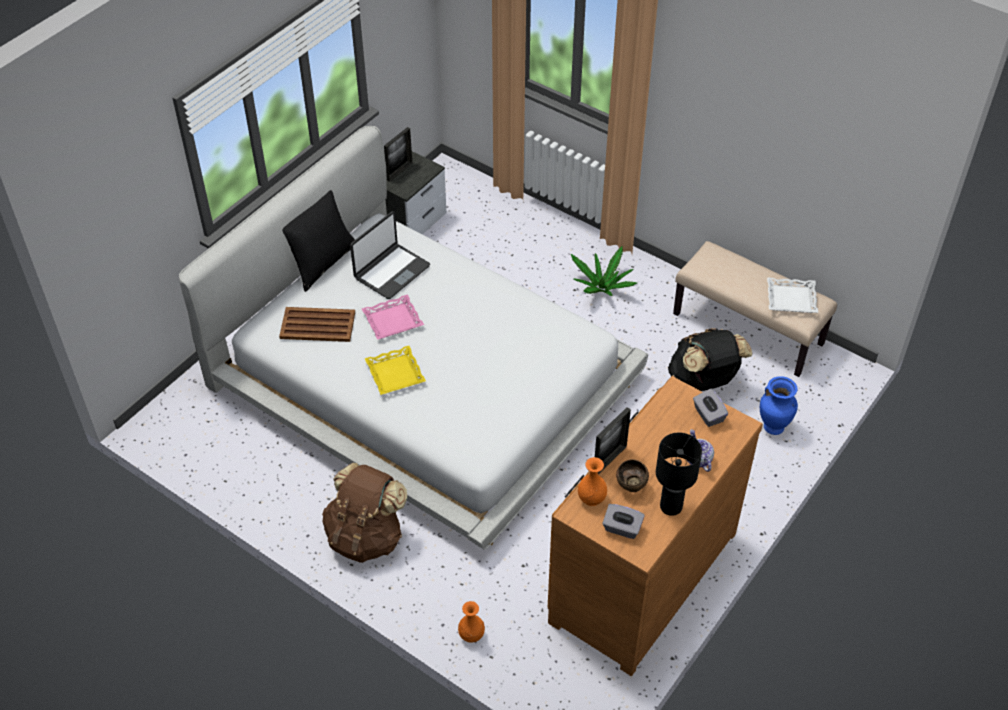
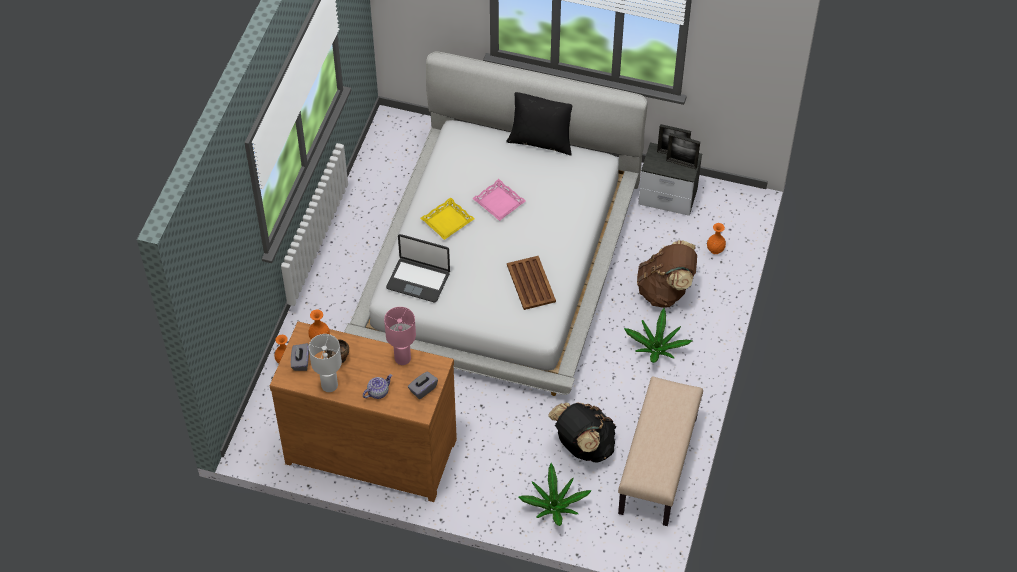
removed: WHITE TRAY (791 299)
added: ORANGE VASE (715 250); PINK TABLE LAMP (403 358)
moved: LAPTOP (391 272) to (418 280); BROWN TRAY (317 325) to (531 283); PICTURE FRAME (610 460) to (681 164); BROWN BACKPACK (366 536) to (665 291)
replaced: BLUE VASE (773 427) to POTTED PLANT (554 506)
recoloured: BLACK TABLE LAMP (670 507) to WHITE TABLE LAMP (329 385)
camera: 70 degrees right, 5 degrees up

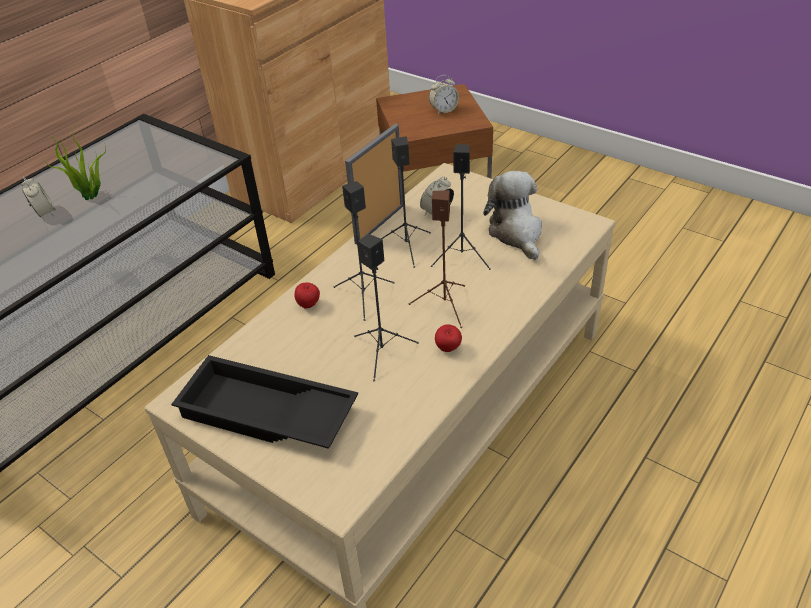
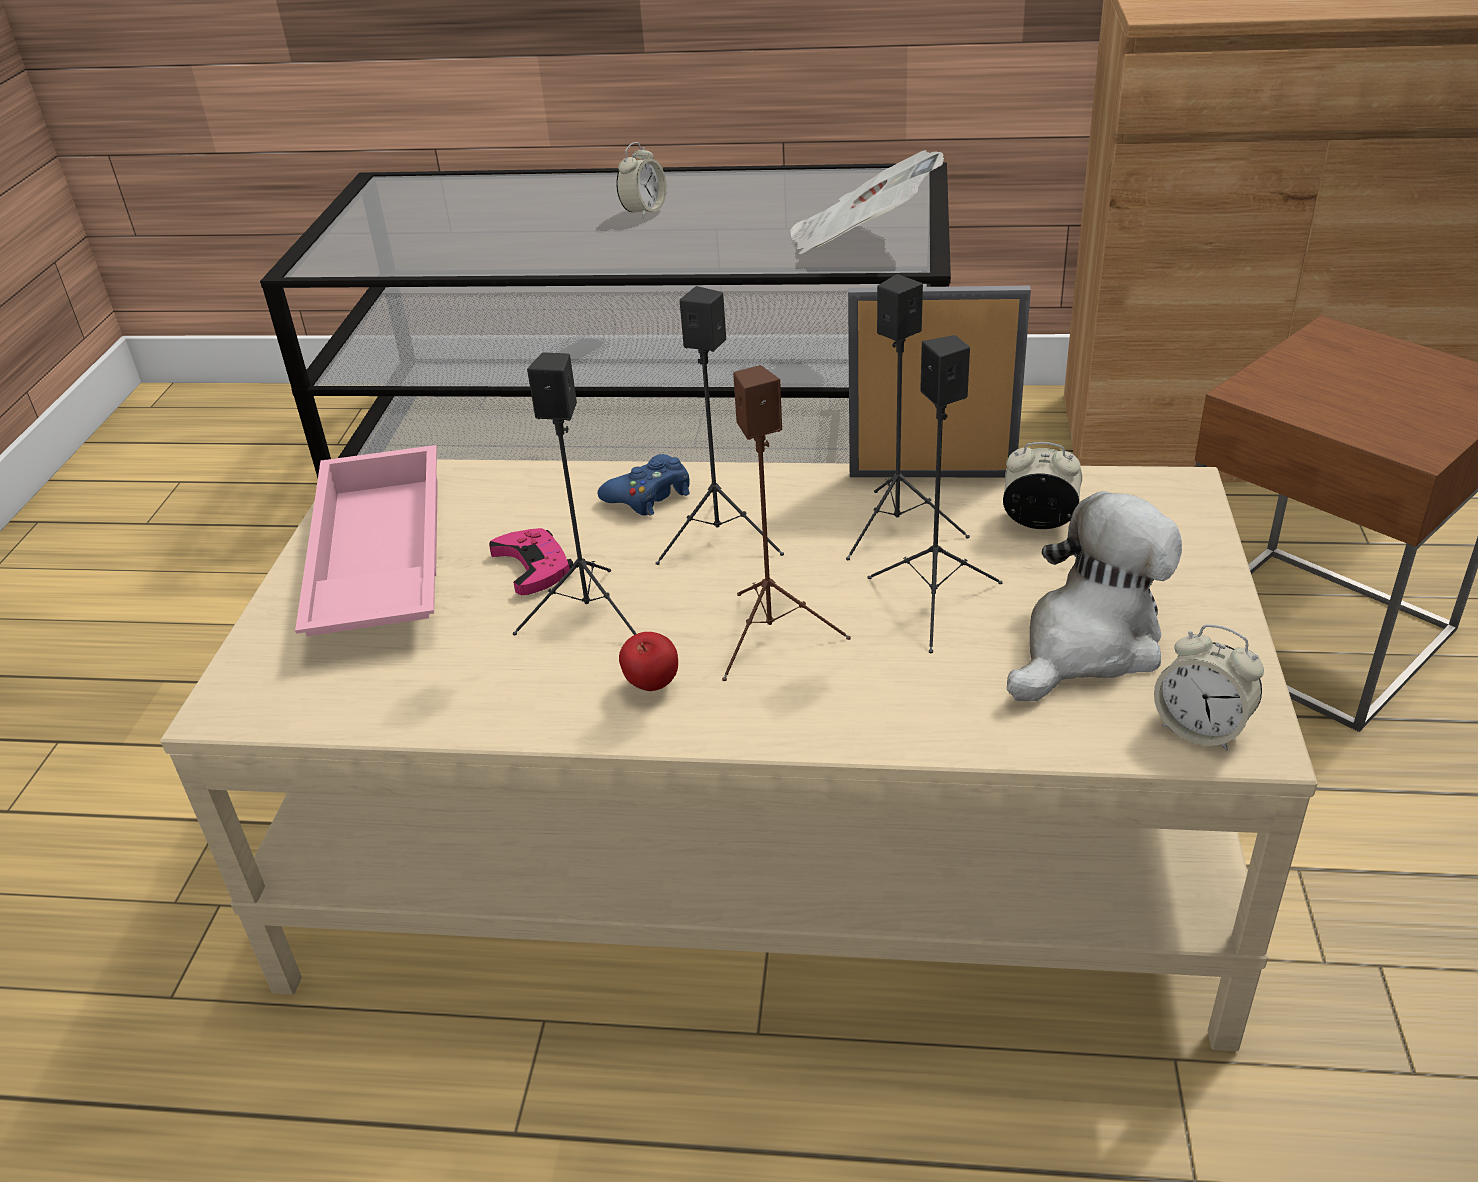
removed: POTTED PLANT (91 197)
added: NEWSPAPER (860 242); PINK GAME CONTROLLER (533 566)
moved: ALARM CLOCK (444 110) to (1200 729)
replaced: APPLE (309 305) to BLUE GAME CONTROLLER (649 495)
recoloured: BLACK TRAY (265 415) to PINK TRAY (376 561)
camera: 60 degrees right, 5 degrees down

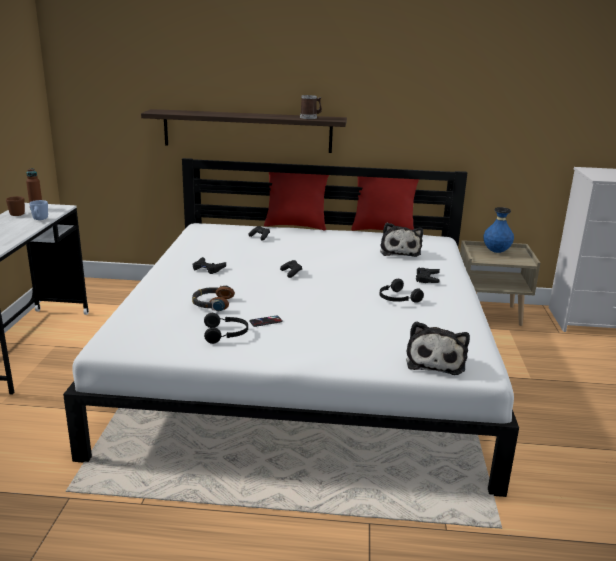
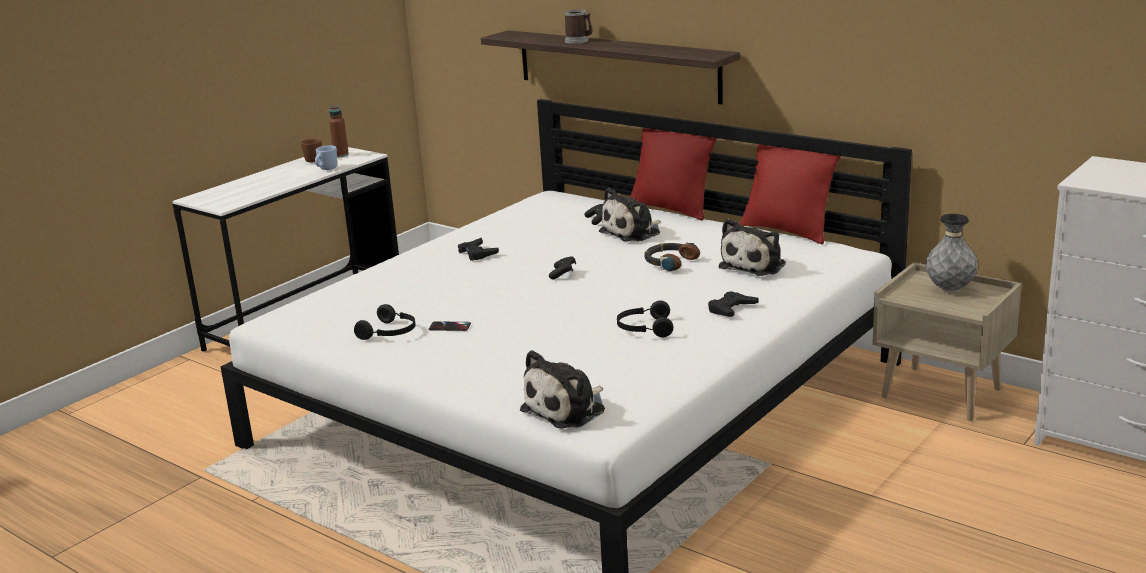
added: PLUSH TOY (633 232)
moved: MUG (310 117) to (579 41); HEADPHONES (212 303) to (669 262)
recoloured: BLUE VASE (496 252) to GREY VASE (950 289)
camera: 35 degrees right, 0 degrees up

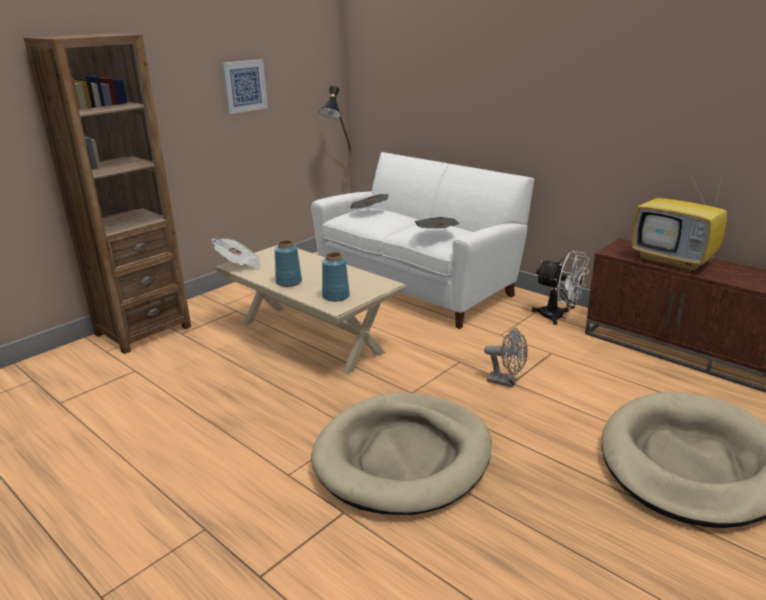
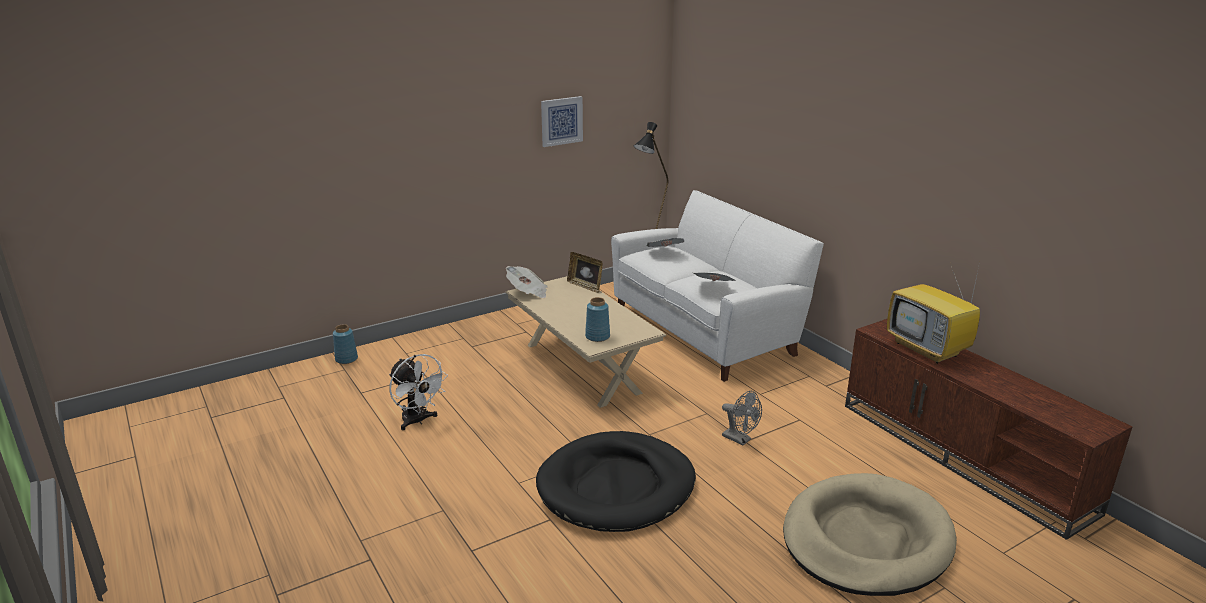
removed: BROWN BOOKCASE (143 330)
added: PICTURE FRAME (585 286)
moved: BLUE VASE (288 282) to (346 359); WHITE FAN (558 317) to (418 421)
recoloured: BEIGE DOG BED (403 457) to BLACK DOG BED (616 486)
camera: 15 degrees right, 0 degrees up

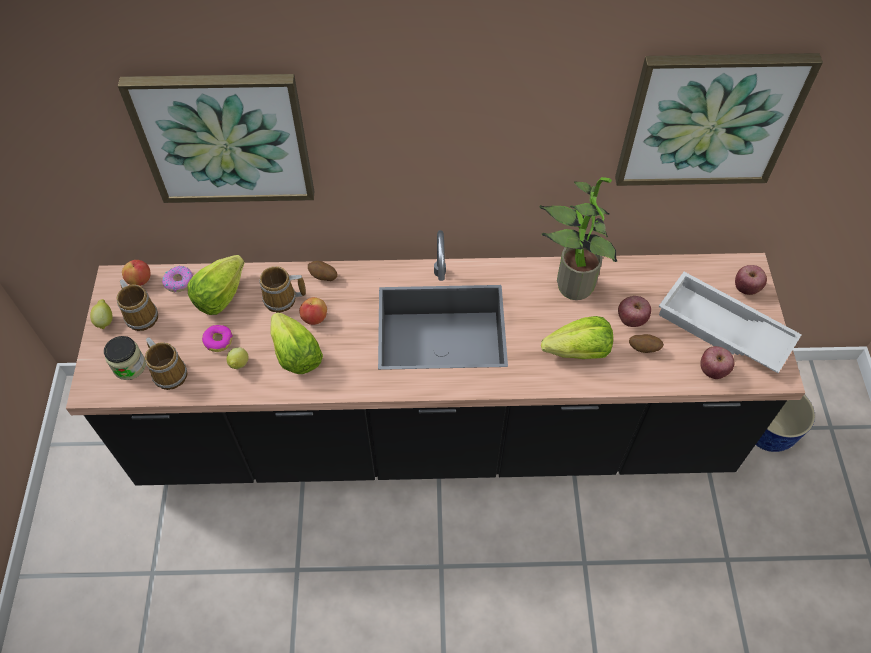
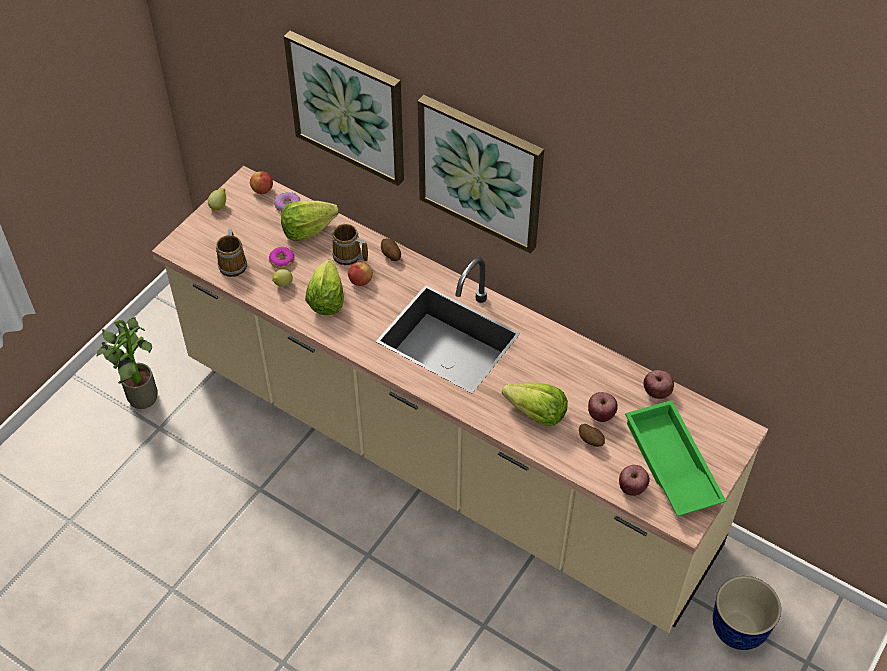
removed: MUG (142 315); JAR (129 366)
moved: PICTURE (709 119) to (481 172); POTTED PLANT (569 286) to (139 395); APPLE (746 288) to (657 392)
recoloured: BLACK COUNTER (435 434) to BEIGE COUNTER (443 455); WHITE TRAY (722 330) to GREEN TRAY (669 464)
camera: 35 degrees right, 5 degrees down

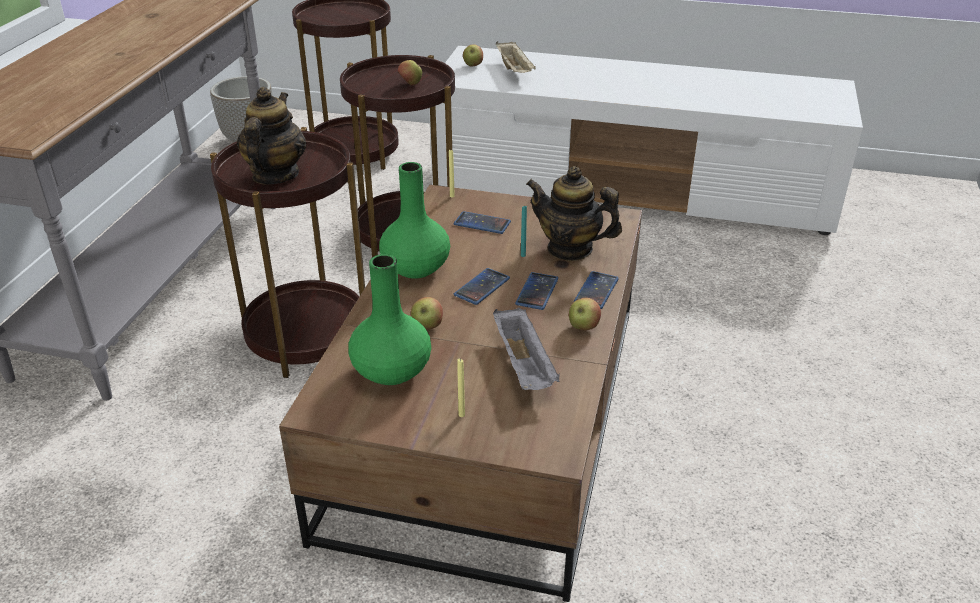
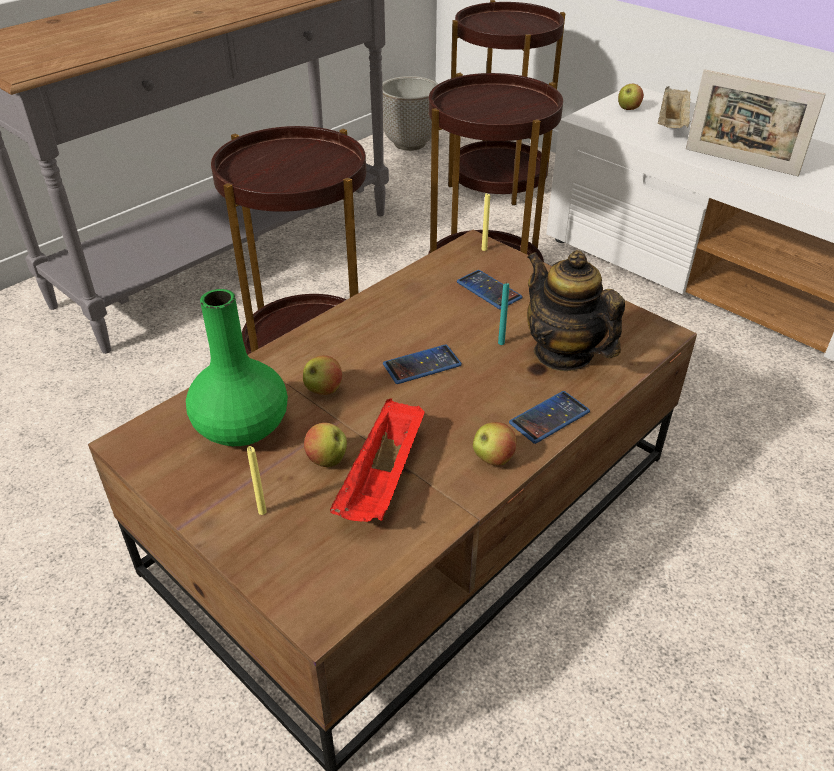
removed: TEAPOT (275 175); GREEN VASE (415 267); PHONE (537 291)
added: PICTURE FRAME (740 162)
moved: APPLE (410 84) to (327 460)
recoloured: GREY TRAY (524 366) to RED TRAY (382 480)
camera: 30 degrees right, 5 degrees up

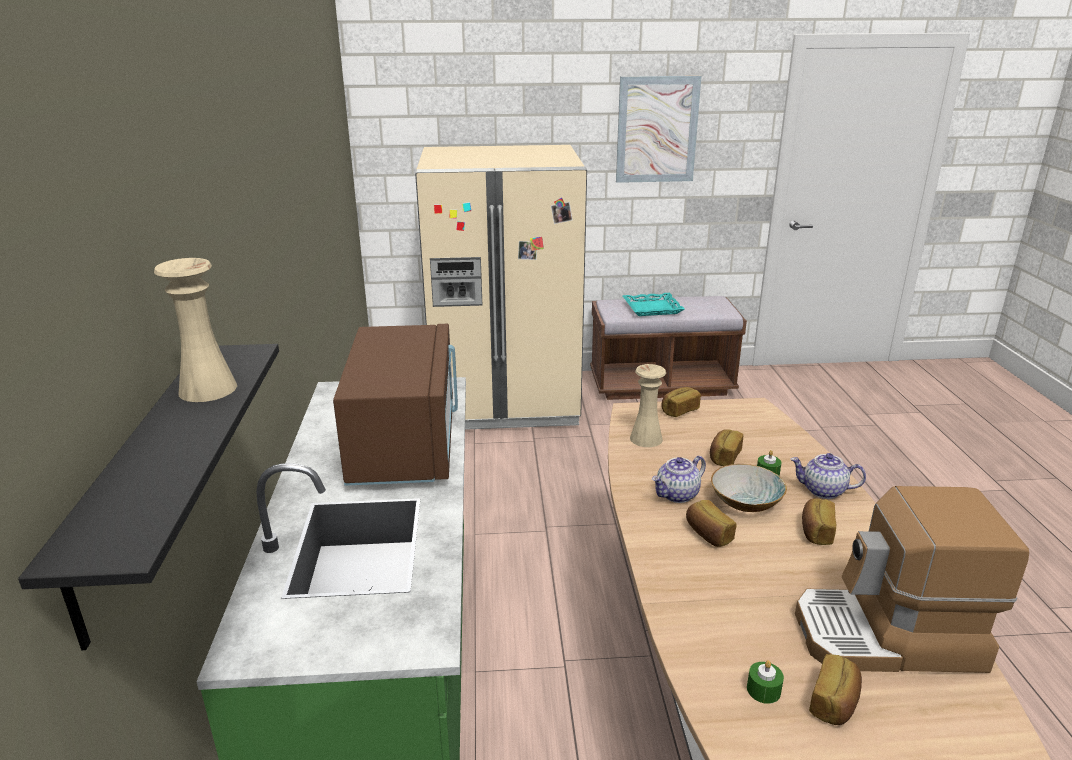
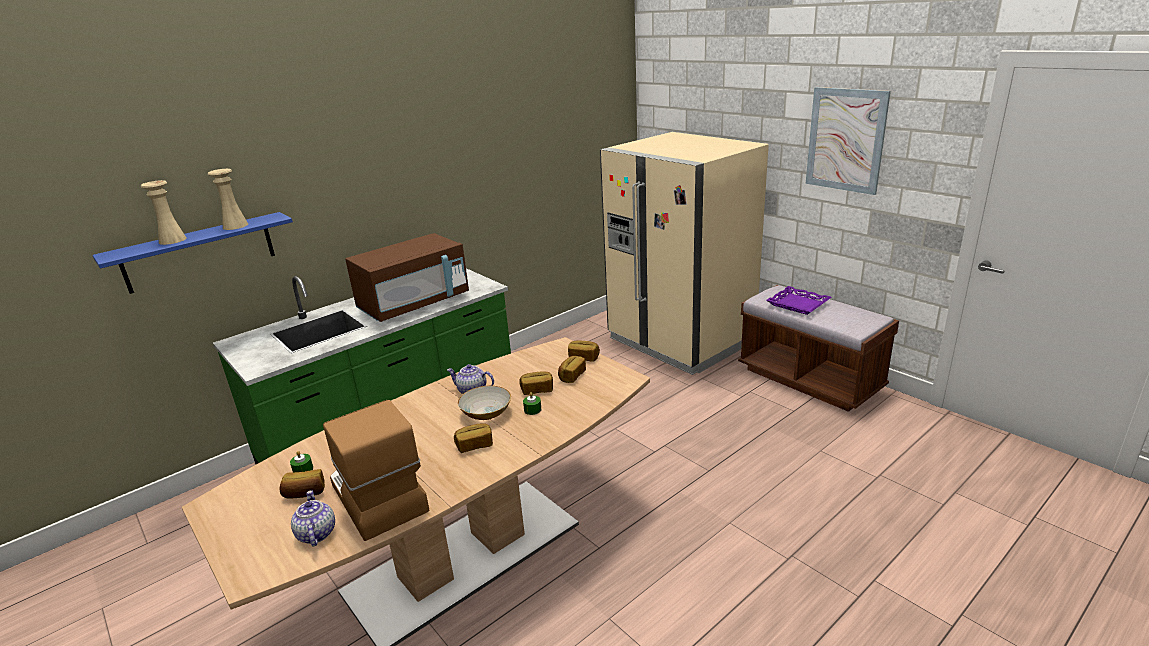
moved: BEIGE VASE (646 439) to (172 240); TEAPOT (823 491) to (316 533); BREAD (708 534) to (571 376)
recoloured: TURQUOISE TRAY (652 308) to PURPLE TRAY (798 304); BLACK SHELF (144 481) to BLUE SHELF (199 252)
camera: 55 degrees right, 0 degrees up

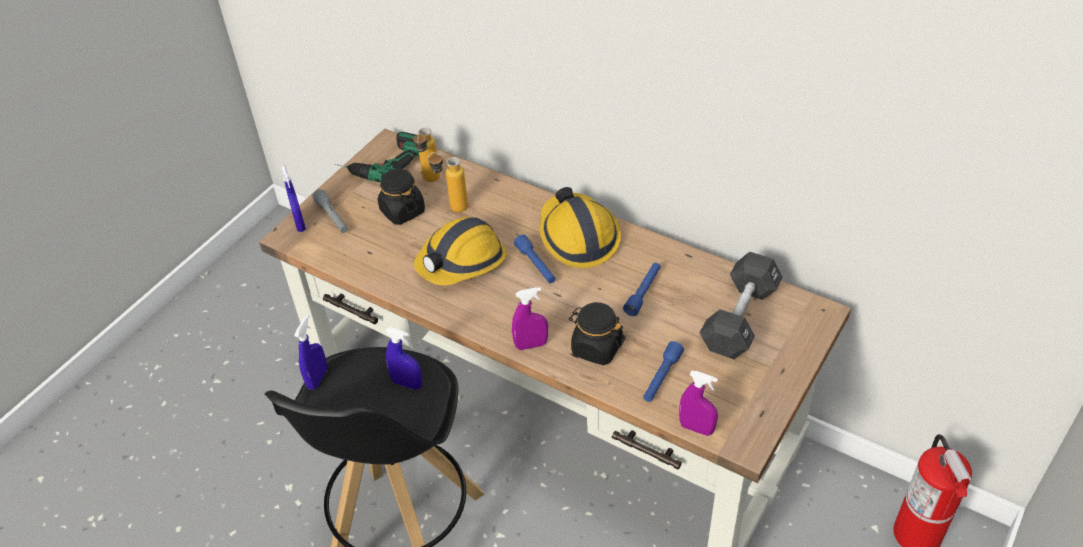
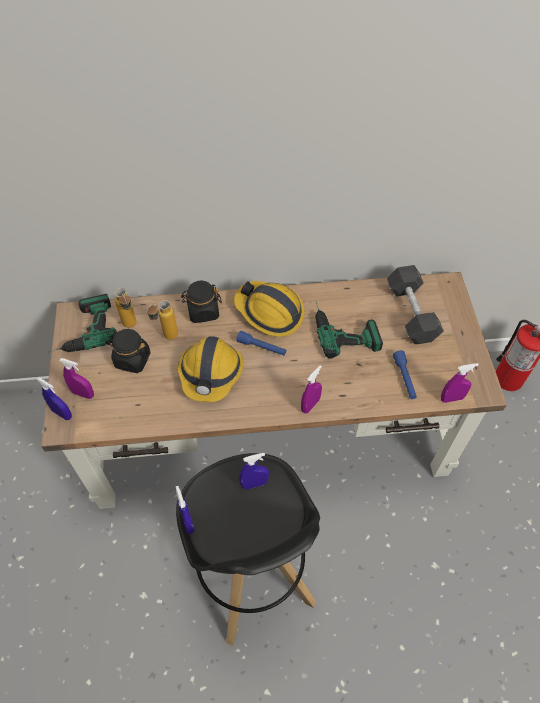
moved: BLACK JAR (596 348) to (203 311)
replaced: GREY FLASHLIGHT (332 217) to PURPLE SPRAY BOTTLE (83 393); BLUE FLASHLIGHT (643 293) to POWER DRILL (344 328)
camera: 40 degrees left, 10 degrees up

